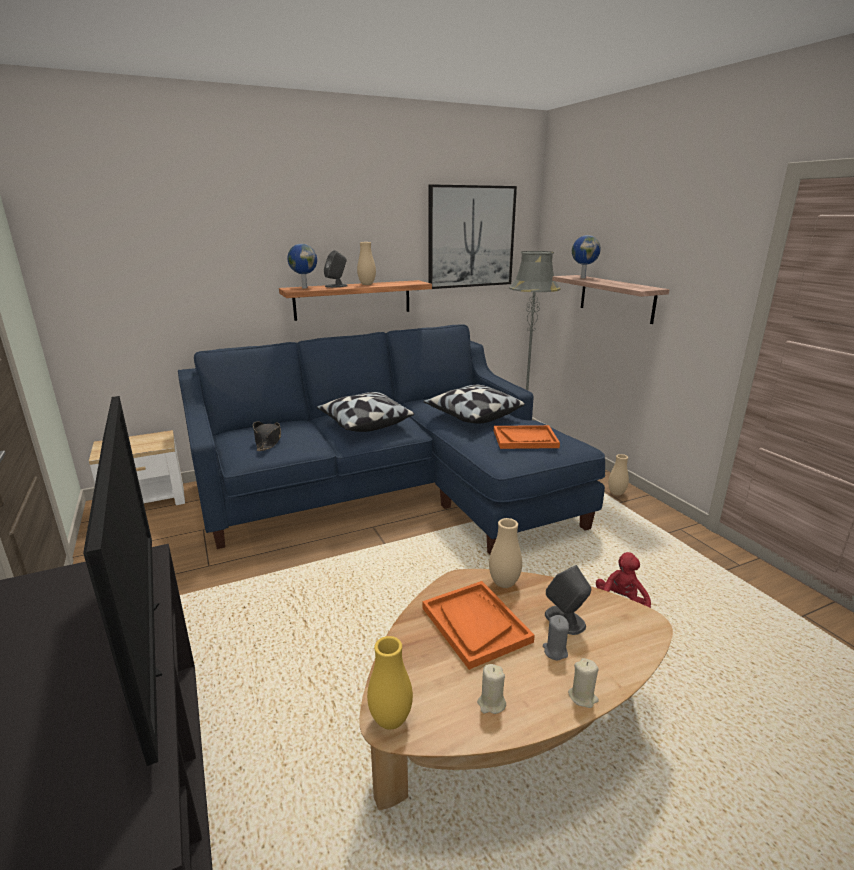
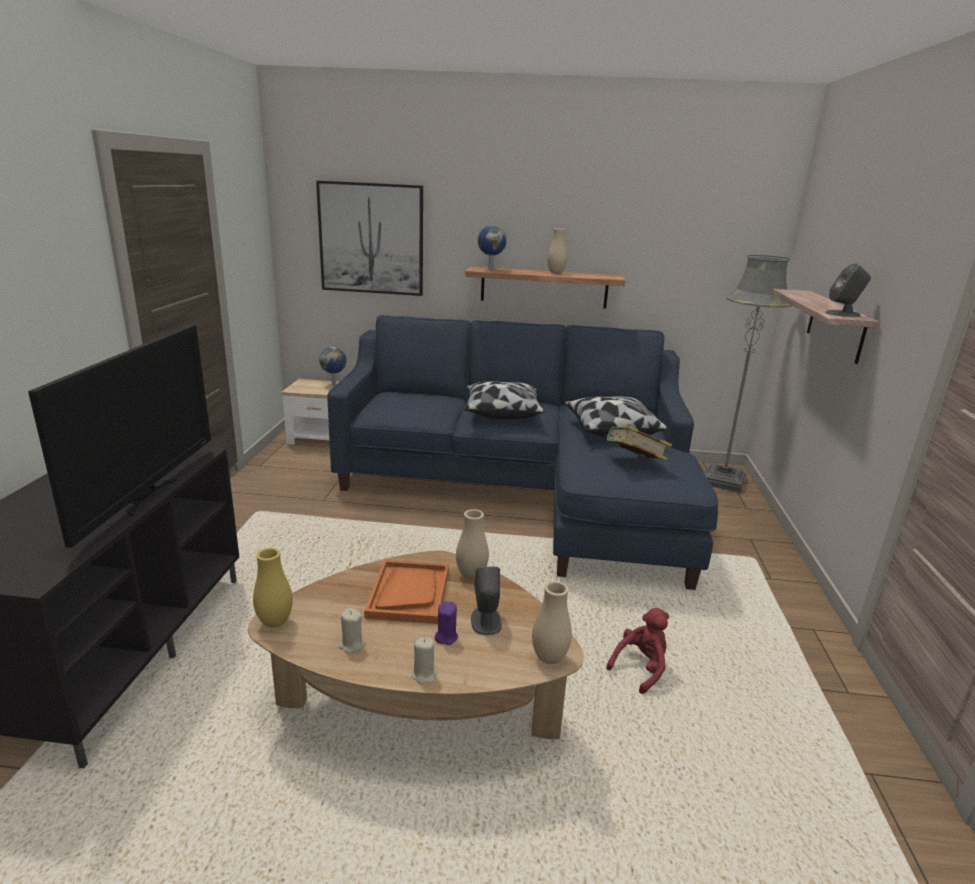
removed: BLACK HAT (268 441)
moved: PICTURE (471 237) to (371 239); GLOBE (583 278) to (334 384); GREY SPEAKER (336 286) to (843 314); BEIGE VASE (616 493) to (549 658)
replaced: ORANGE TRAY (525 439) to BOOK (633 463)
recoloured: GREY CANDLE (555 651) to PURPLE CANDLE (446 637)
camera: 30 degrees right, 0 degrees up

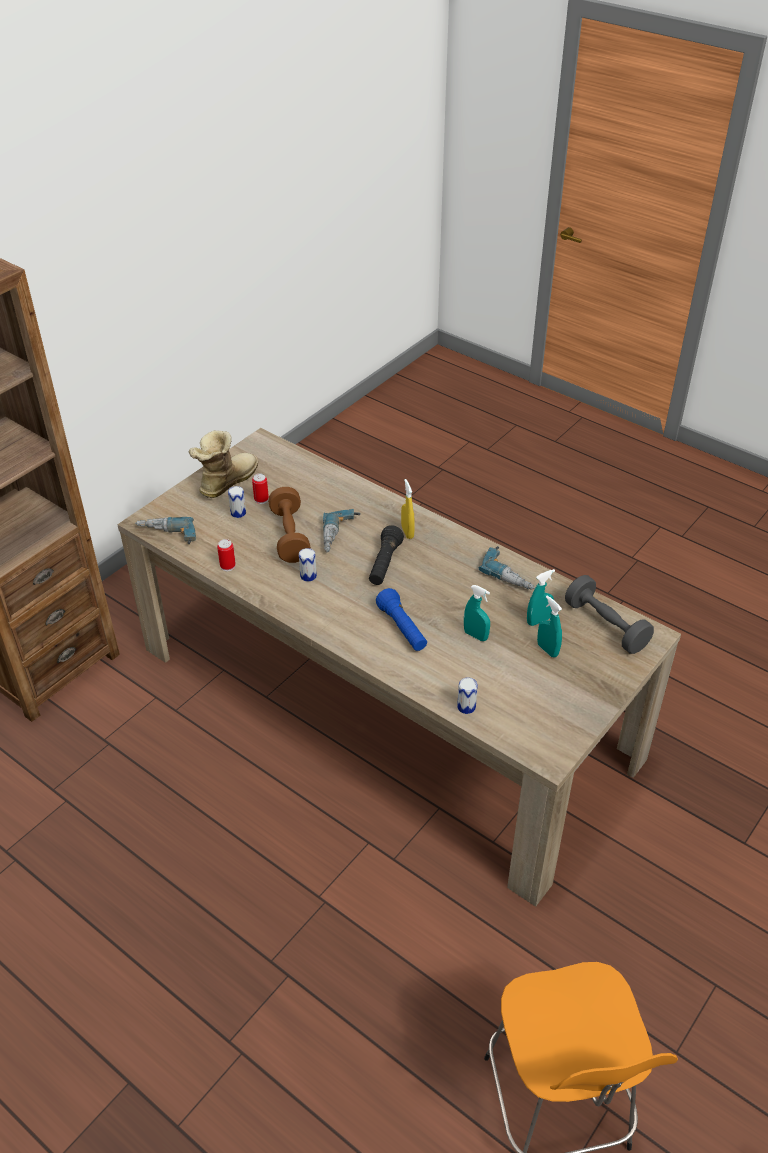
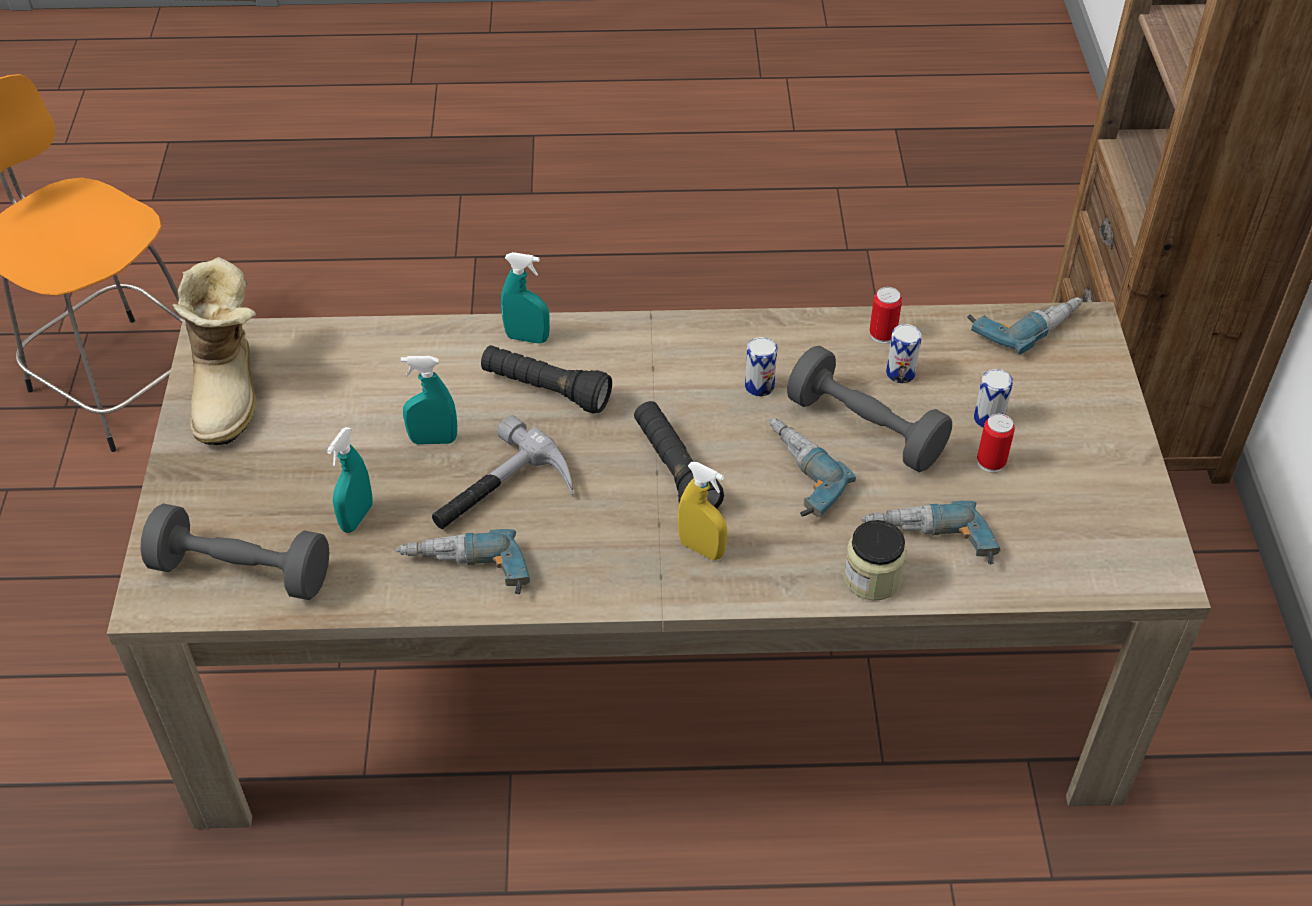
added: HAMMER (502 495); POWER DRILL (928 545); JAR (872 578)
moved: BOOT (225 482) to (230 391); TURQUOISE SPRAY BOTTLE (547 650) to (527 338); CAN (466 707) to (900 373)
recoloured: BROWN DUMBBELL (290 536) to GREY DUMBBELL (865 429); BLUE FLASHLIGHT (402 629) to BLACK FLASHLIGHT (545 390)
camera: 140 degrees right, 5 degrees up

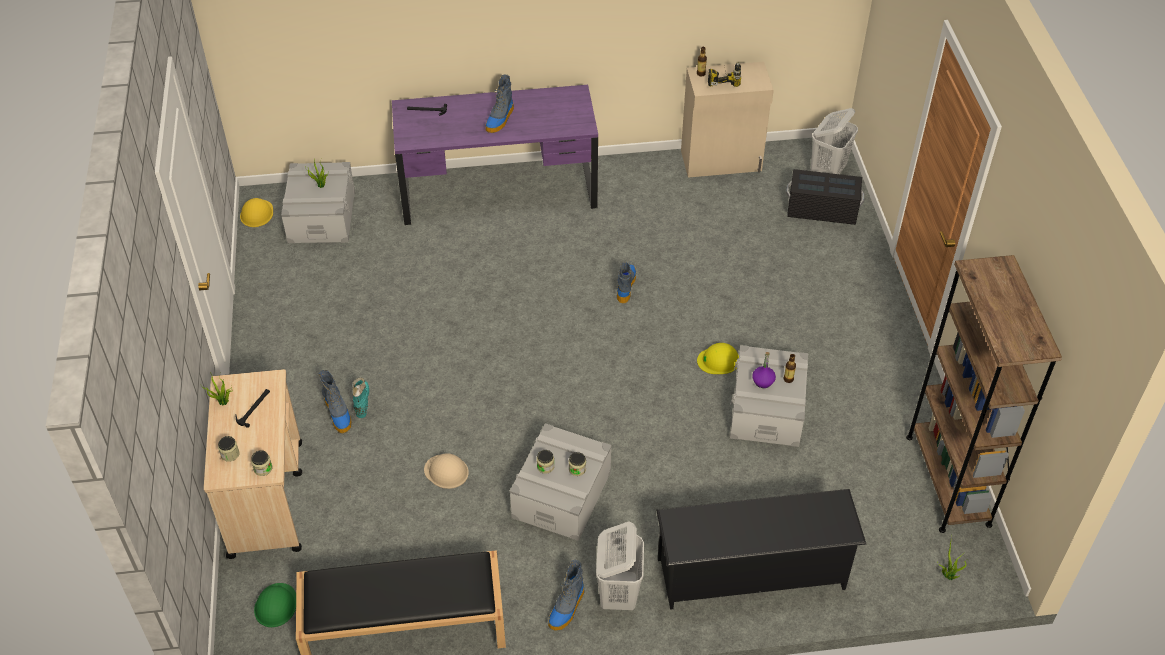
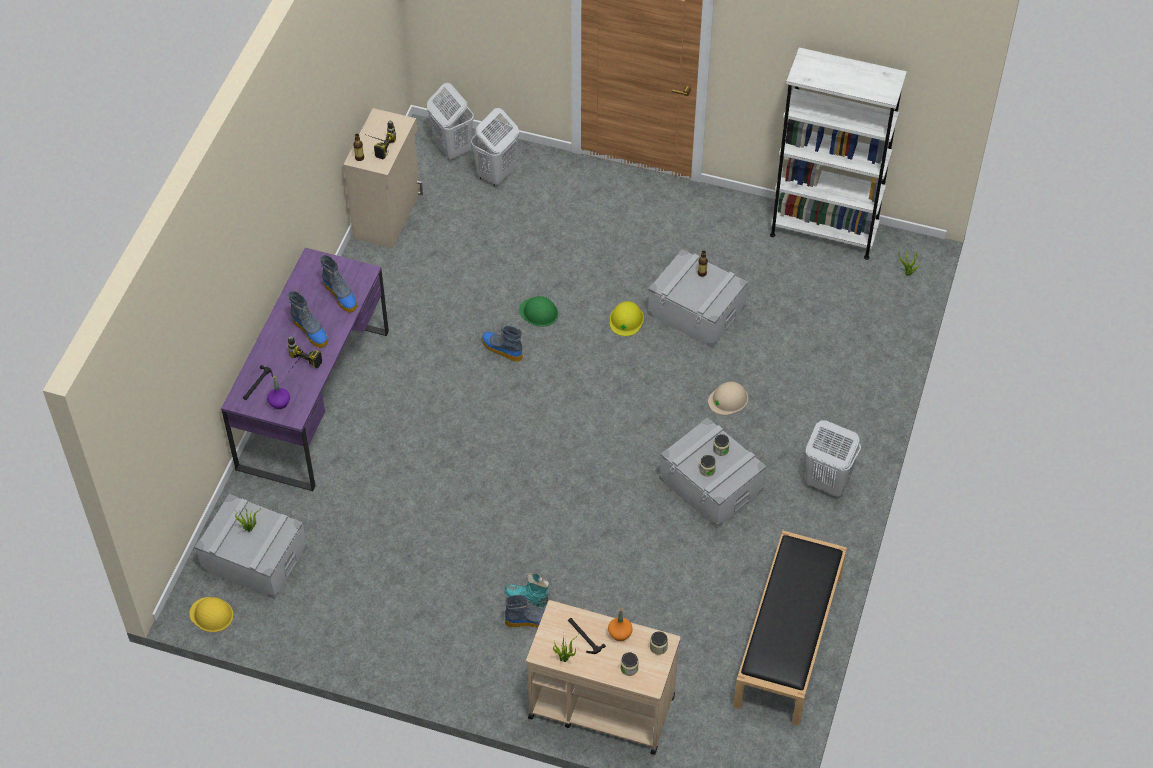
removed: BLACK SHOE RACK (752 574)
added: POWER DRILL (298 369); ORANGE BOTTLE (620 633)
moved: PURPLE BOTTLE (763 381) to (279 402); BEIGE HARD HAT (446 471) to (728 399); BOOT (567 608) to (341 296); GREEN HARD HAT (275 605) to (539 312)
replaced: BLACK STORAGE BOX (821 210) to WHITE LAUNDRY BASKET (496 174)
recoloured: BROWN BOOKCASE (948 480) to WHITE BOOKCASE (824 231)
camera: 65 degrees left, 5 degrees up

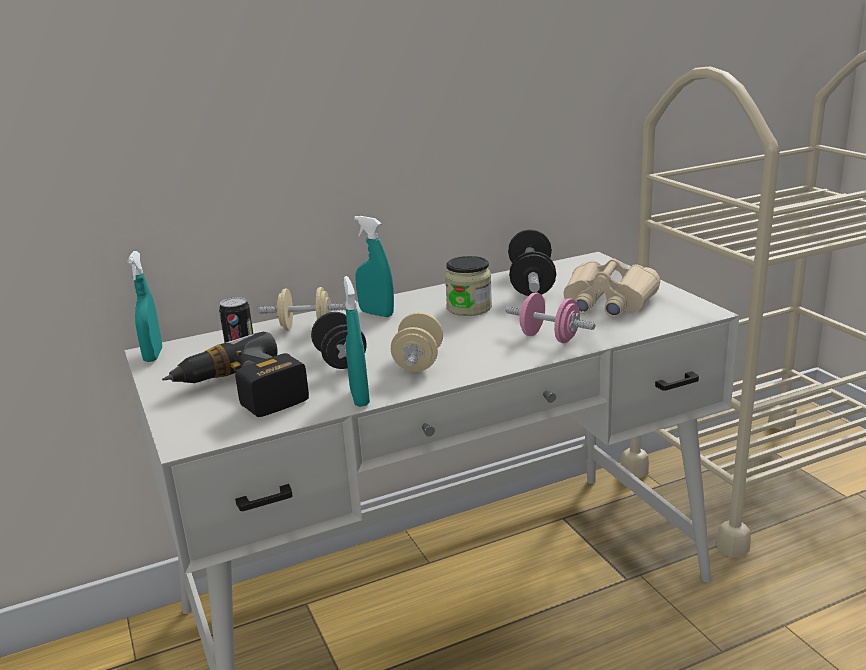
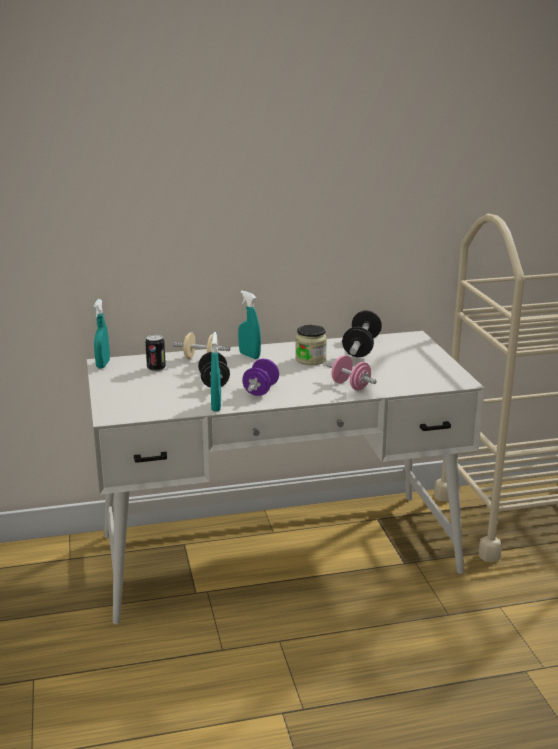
removed: BEIGE BINOCULARS (607 302); POWER DRILL (241 393)
recoloured: BEIGE DUMBBELL (418 362) to PURPLE DUMBBELL (261 390)
camera: 10 degrees right, 0 degrees up

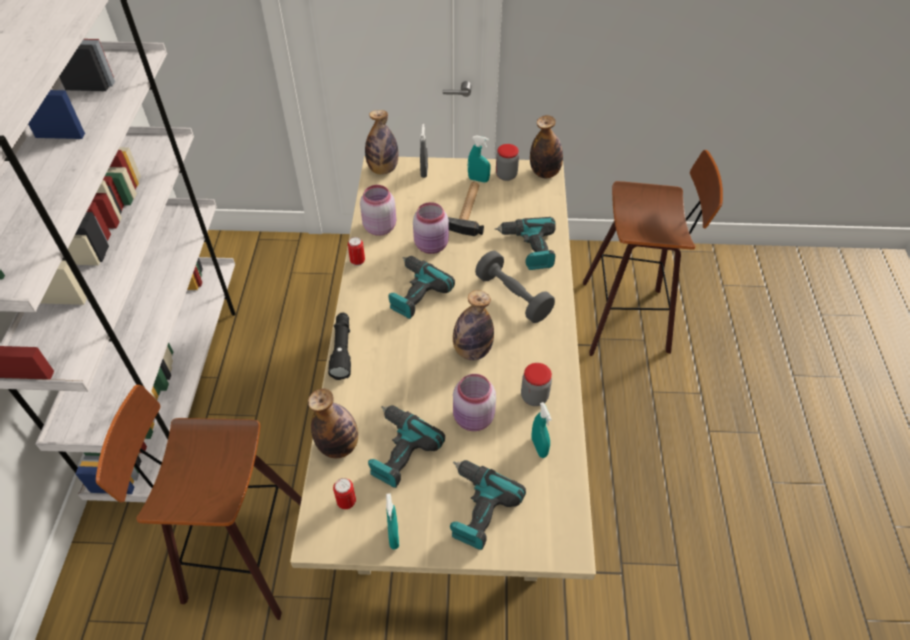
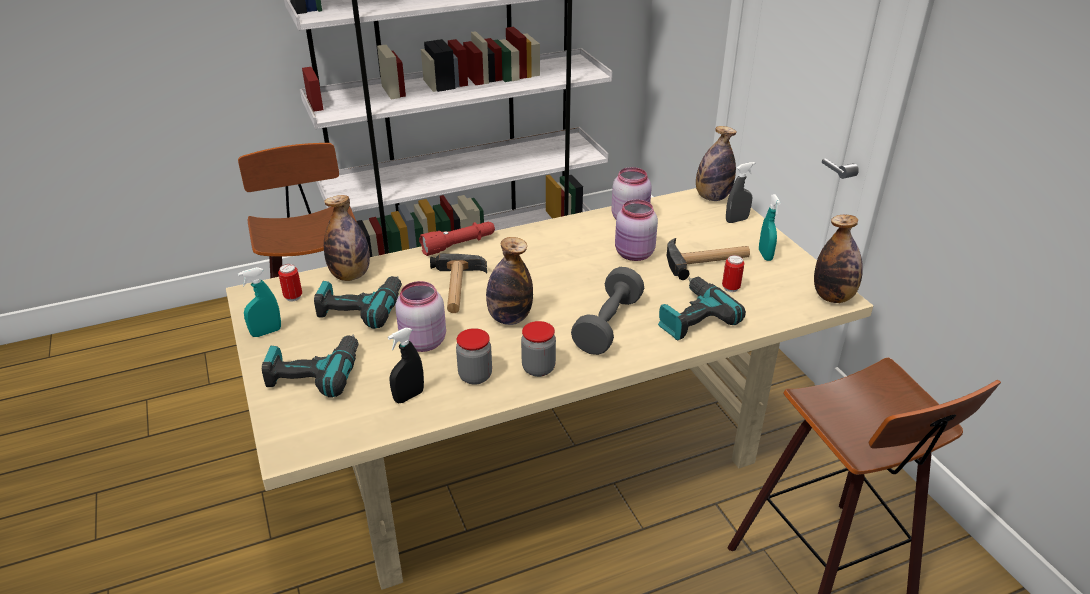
removed: POWER DRILL (414 292)
added: HAMMER (457 288)
moved: JAR (506 175) to (538 368); CAN (357 261) to (730 288)
recoloured: BLACK FLASHLIGHT (342 350) to RED FLASHLIGHT (459 245); TURQUOISE SPRAY BOTTLE (539 447) to BLACK SPRAY BOTTLE (409 396)
camera: 65 degrees right, 15 degrees down

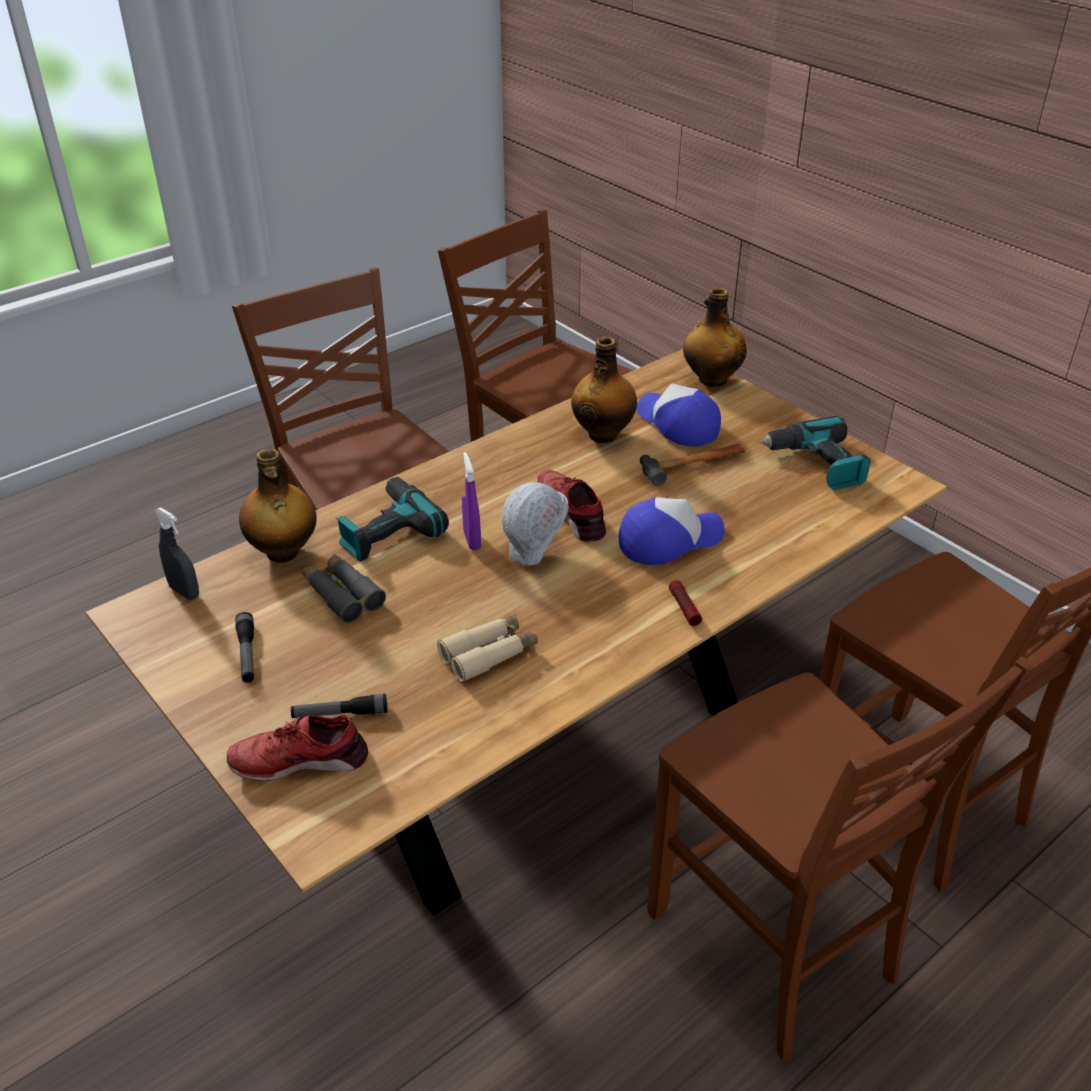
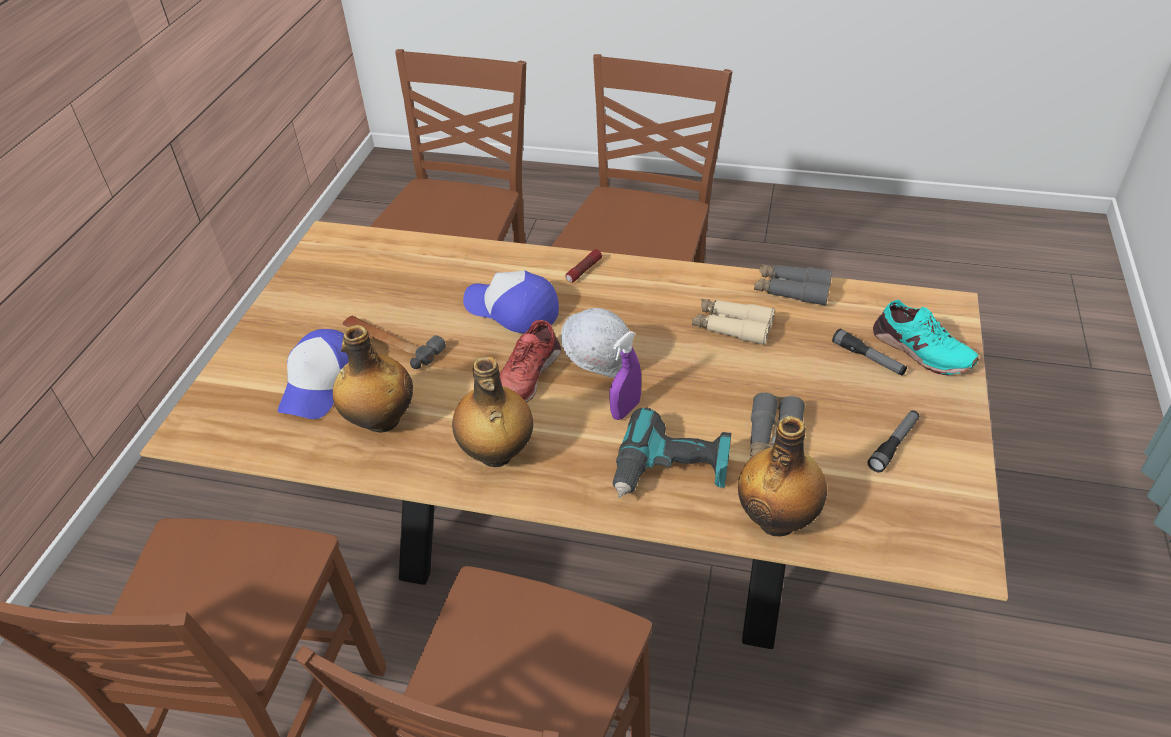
removed: POWER DRILL (816 465); GREY SPRAY BOTTLE (184 592)
added: GREY BINOCULARS (791 290)
moved: BOTTLE (711 379) to (496 454)
recoloured: RED SHOE (299 759) to TURQUOISE SHOE (920 350)
camera: 125 degrees left, 5 degrees up

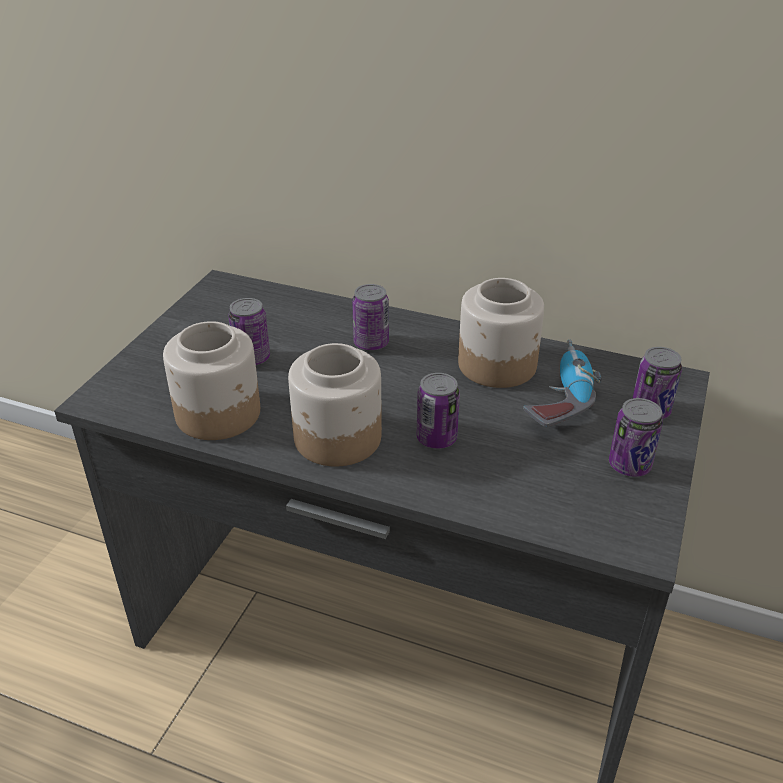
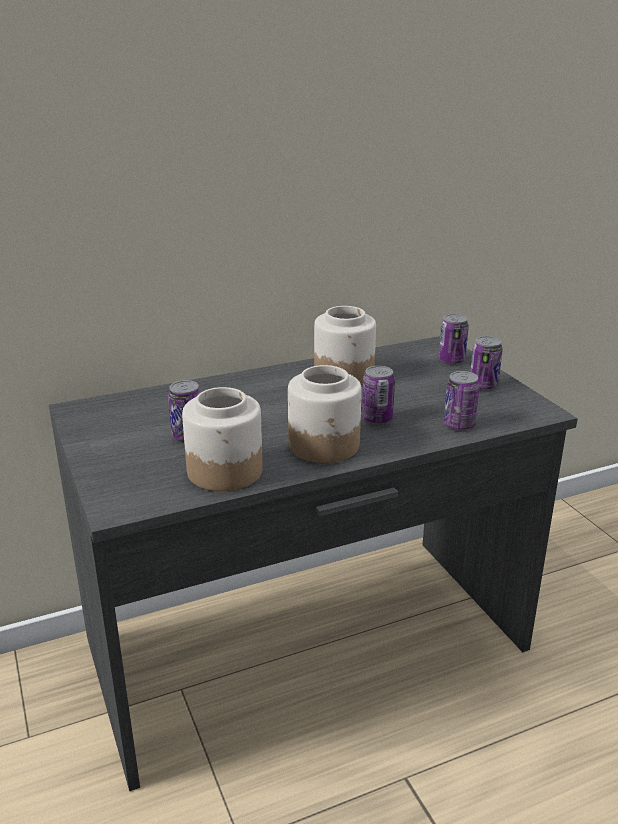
removed: POWER DRILL (558 396)
moved: CAN (371 343) to (459 425)
camera: 45 degrees left, 10 degrees down

